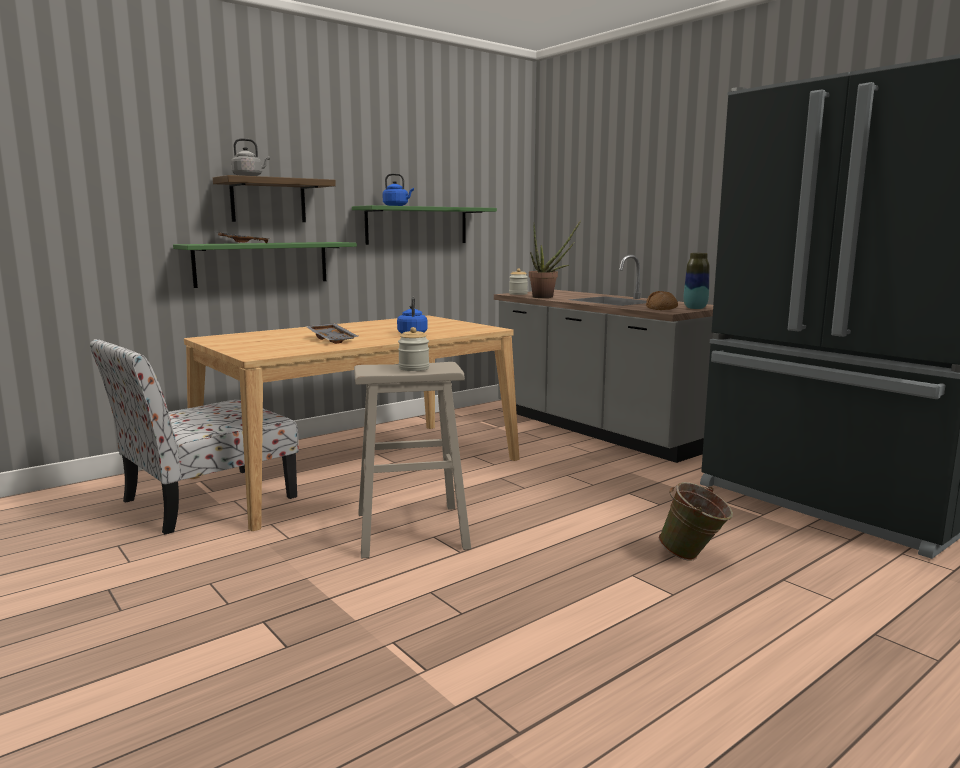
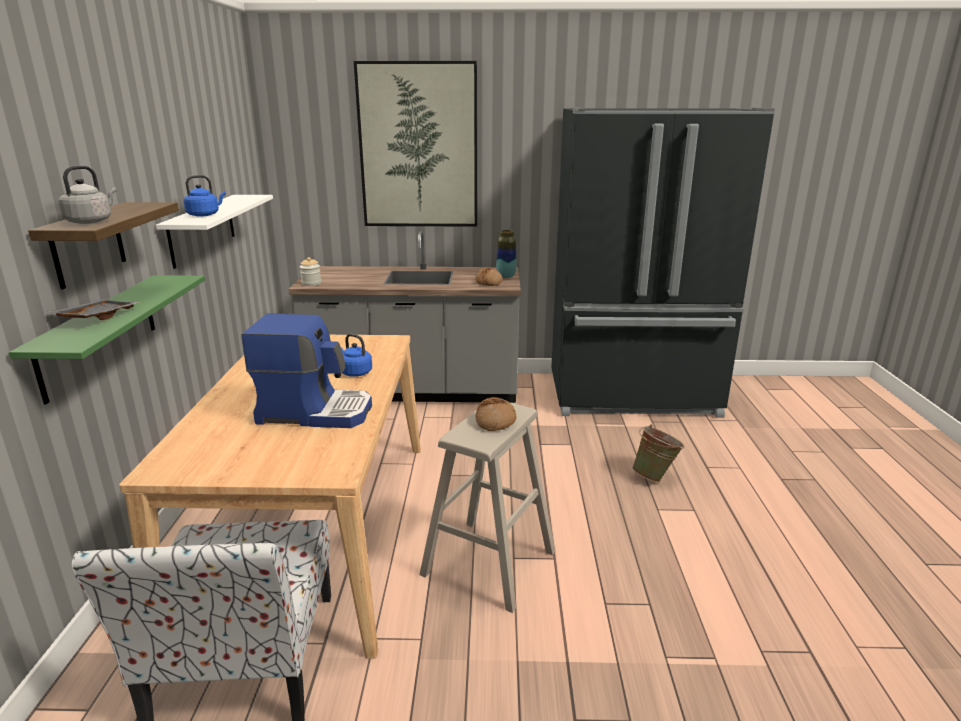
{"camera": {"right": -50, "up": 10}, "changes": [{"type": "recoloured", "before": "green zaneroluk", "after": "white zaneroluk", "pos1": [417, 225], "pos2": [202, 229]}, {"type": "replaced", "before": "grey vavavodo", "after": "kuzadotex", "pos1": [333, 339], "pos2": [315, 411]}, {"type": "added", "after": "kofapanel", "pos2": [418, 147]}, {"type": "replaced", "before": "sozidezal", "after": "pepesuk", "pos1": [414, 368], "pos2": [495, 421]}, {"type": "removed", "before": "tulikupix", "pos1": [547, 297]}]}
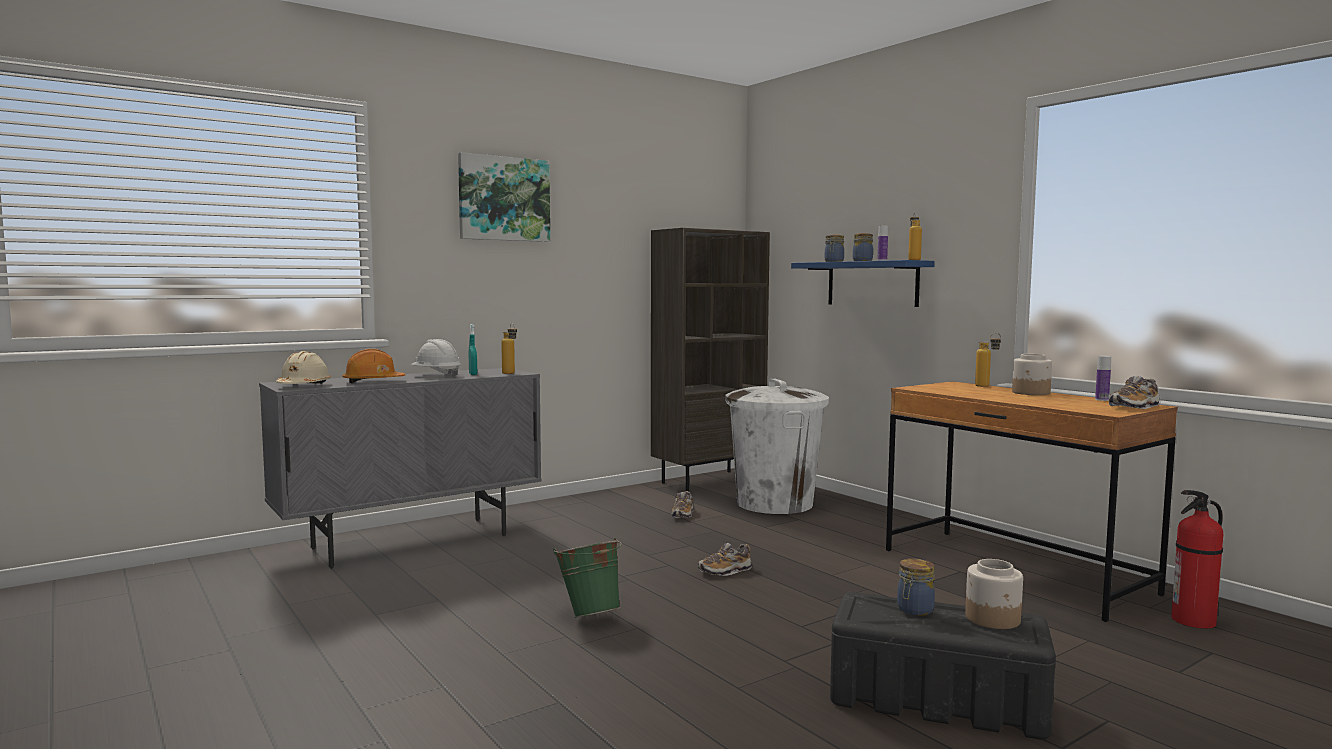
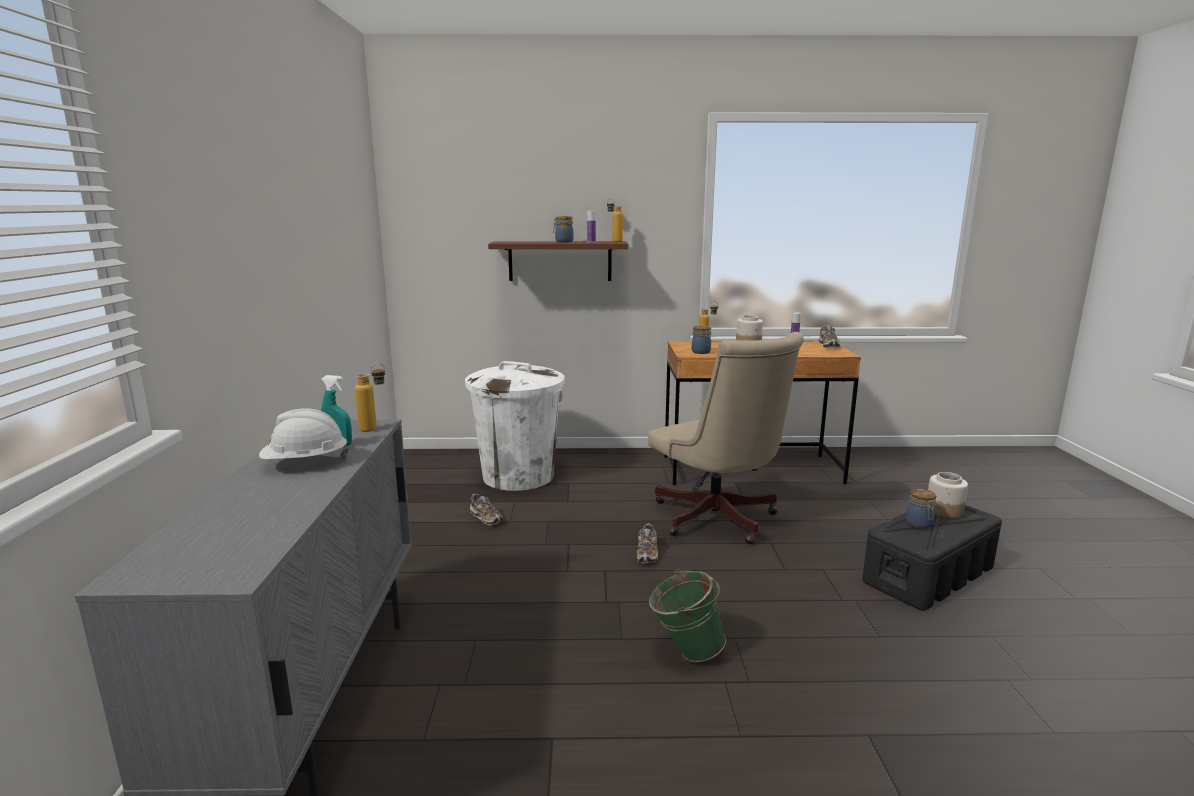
{"camera": {"right": -55, "up": 10}, "changes": [{"type": "recoloured", "before": "blue zaneroluk", "after": "brown zaneroluk", "pos1": [872, 283], "pos2": [560, 261]}, {"type": "added", "after": "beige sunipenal", "pos2": [718, 521]}, {"type": "moved", "before": "sozidezal", "pos1": [833, 261], "pos2": [701, 352]}, {"type": "removed", "before": "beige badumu", "pos1": [304, 386]}, {"type": "removed", "before": "orange badumu", "pos1": [373, 382]}, {"type": "removed", "before": "kofapanel", "pos1": [504, 199]}, {"type": "removed", "before": "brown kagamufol", "pos1": [708, 480]}, {"type": "removed", "before": "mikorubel", "pos1": [1193, 621]}]}
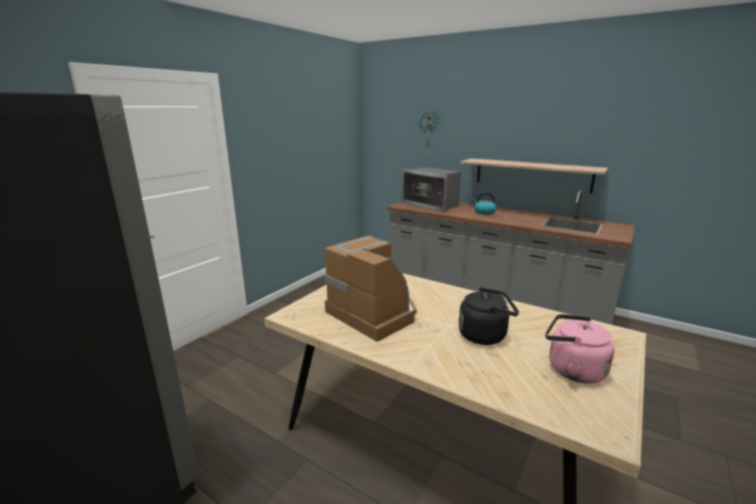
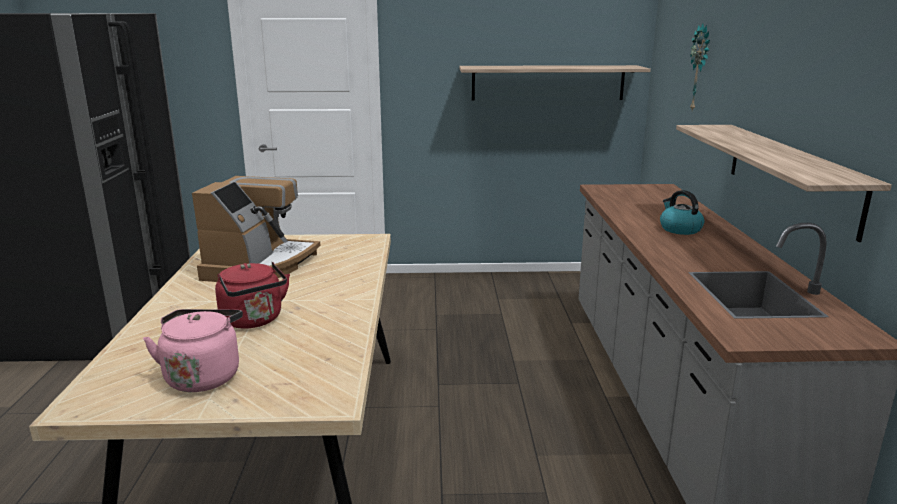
{"camera": {"right": 55, "up": 0}, "changes": [{"type": "recoloured", "before": "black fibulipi", "after": "red fibulipi", "pos1": [485, 335], "pos2": [254, 321]}, {"type": "added", "after": "zaneroluk", "pos2": [548, 82]}, {"type": "removed", "before": "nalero", "pos1": [431, 205]}]}
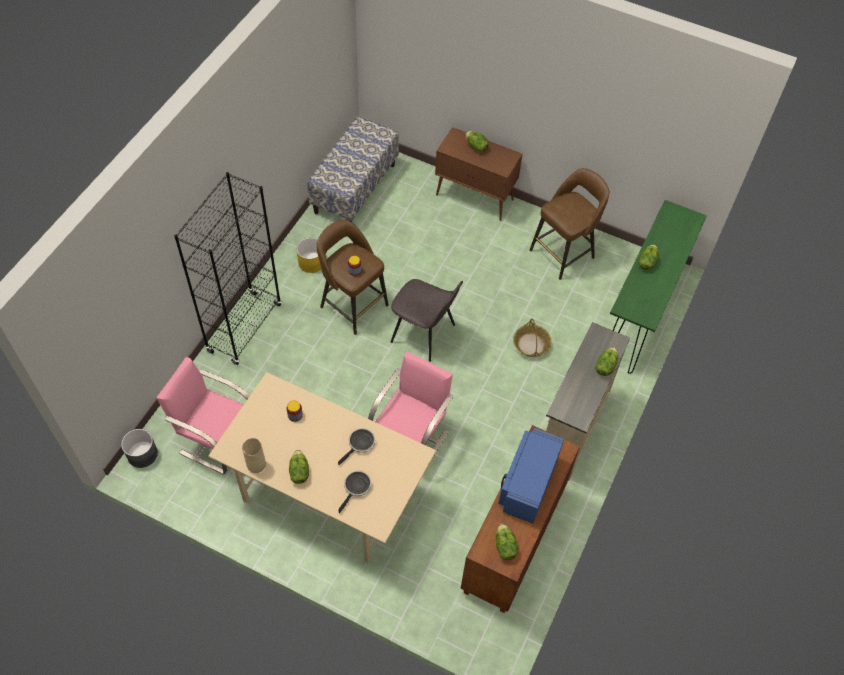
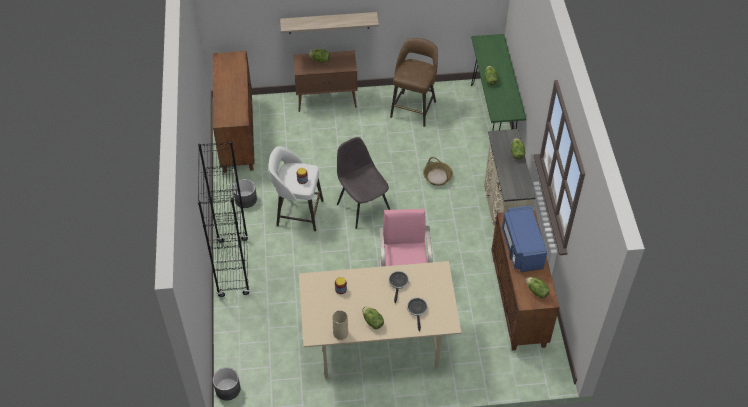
{"camera": {"right": -30, "up": -5}, "changes": [{"type": "replaced", "before": "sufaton", "after": "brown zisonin", "pos1": [354, 188], "pos2": [237, 134]}, {"type": "recoloured", "before": "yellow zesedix", "after": "grey zesedix", "pos1": [311, 262], "pos2": [245, 199]}, {"type": "recoloured", "before": "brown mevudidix", "after": "white mevudidix", "pos1": [352, 305], "pos2": [298, 212]}, {"type": "added", "after": "zaneroluk", "pos2": [329, 22]}, {"type": "turned", "before": "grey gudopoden", "pos1": [424, 334], "pos2": [362, 206], "turn": -120}, {"type": "removed", "before": "pink gudopoden", "pos1": [217, 438]}]}
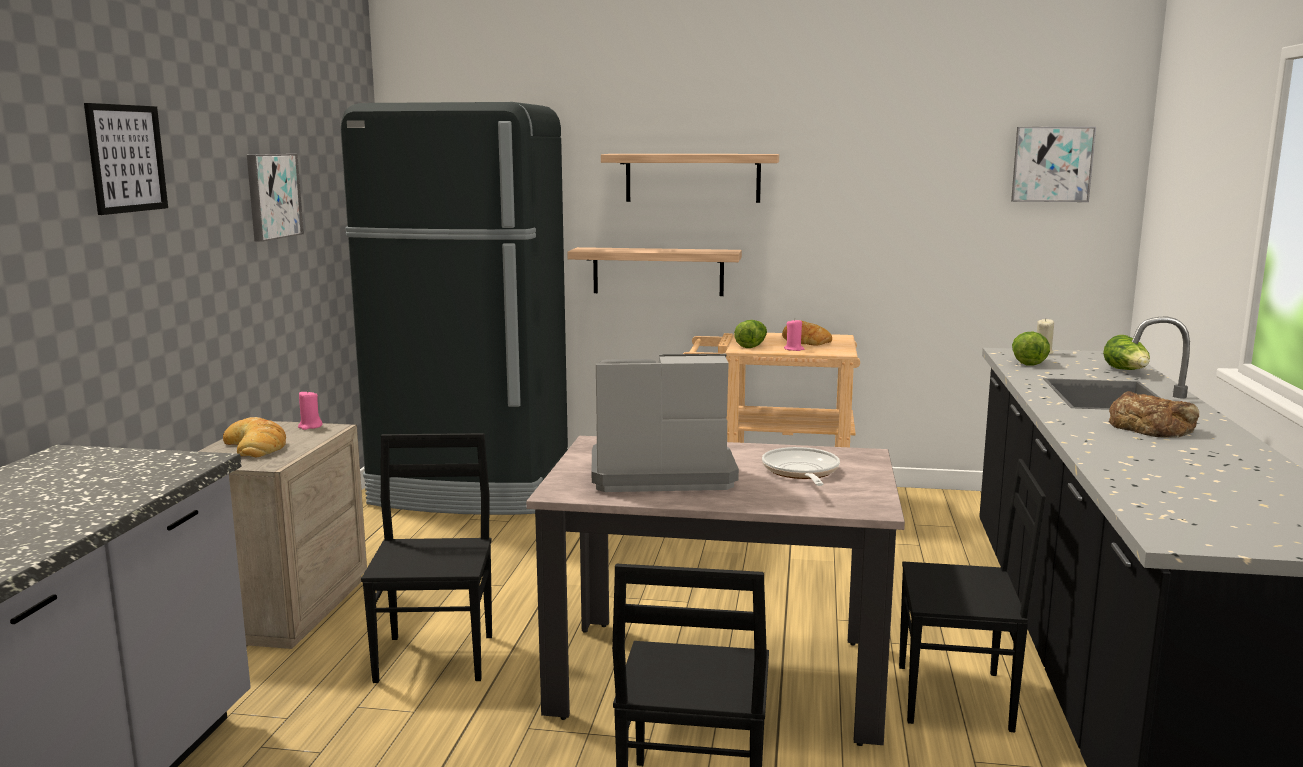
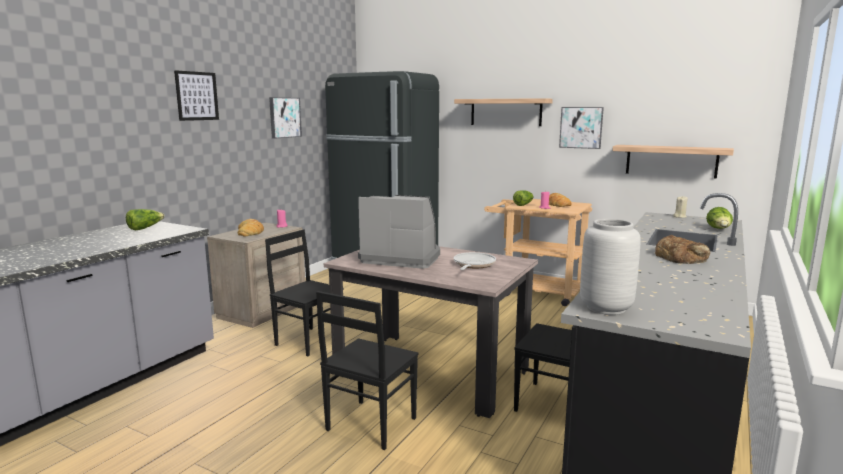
{"camera": {"right": 20, "up": 0}, "changes": [{"type": "moved", "before": "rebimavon", "pos1": [1027, 362], "pos2": [145, 228]}, {"type": "turned", "before": "black gudopoden", "pos1": [437, 657], "pos2": [309, 341], "turn": -75}, {"type": "moved", "before": "kofapanel", "pos1": [1052, 164], "pos2": [581, 127]}, {"type": "added", "after": "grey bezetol", "pos2": [604, 308]}, {"type": "moved", "before": "zaneroluk", "pos1": [658, 271], "pos2": [671, 161]}]}
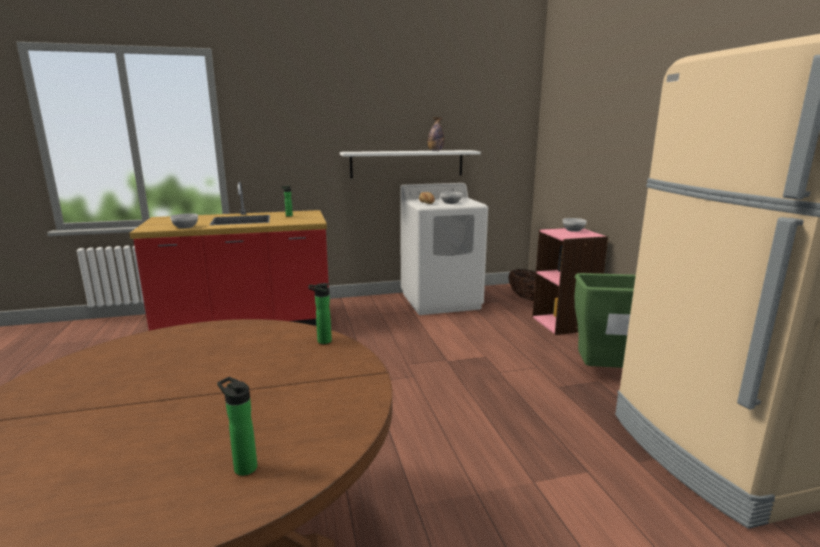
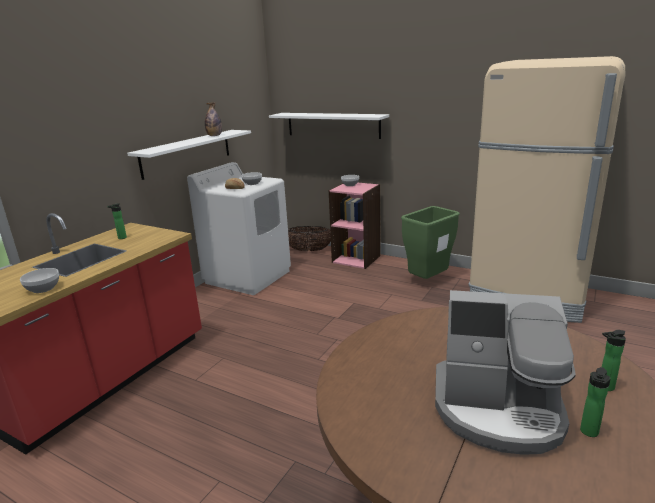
{"camera": {"right": -45, "up": 5}, "changes": [{"type": "added", "after": "white zaneroluk", "pos2": [332, 125]}, {"type": "added", "after": "kuzadotex", "pos2": [498, 409]}, {"type": "moved", "before": "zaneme", "pos1": [322, 341], "pos2": [588, 433]}]}
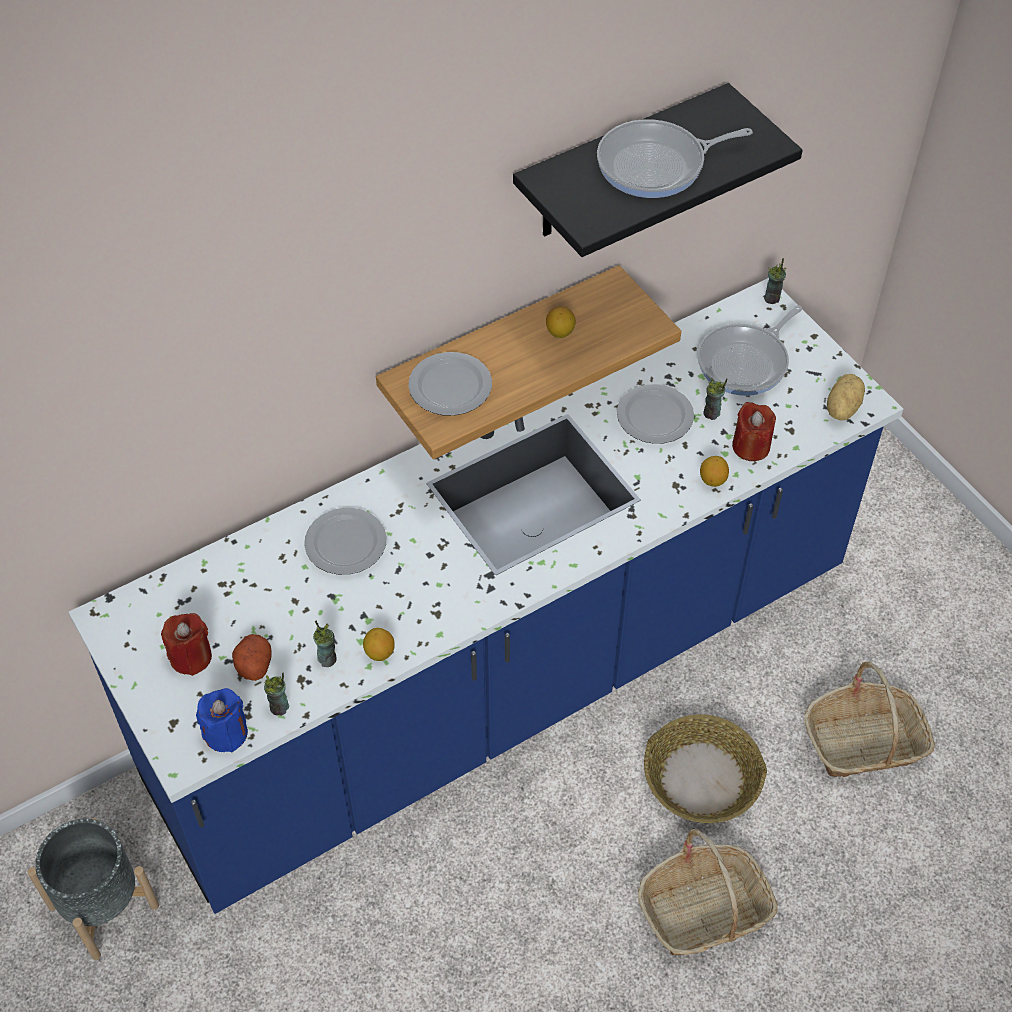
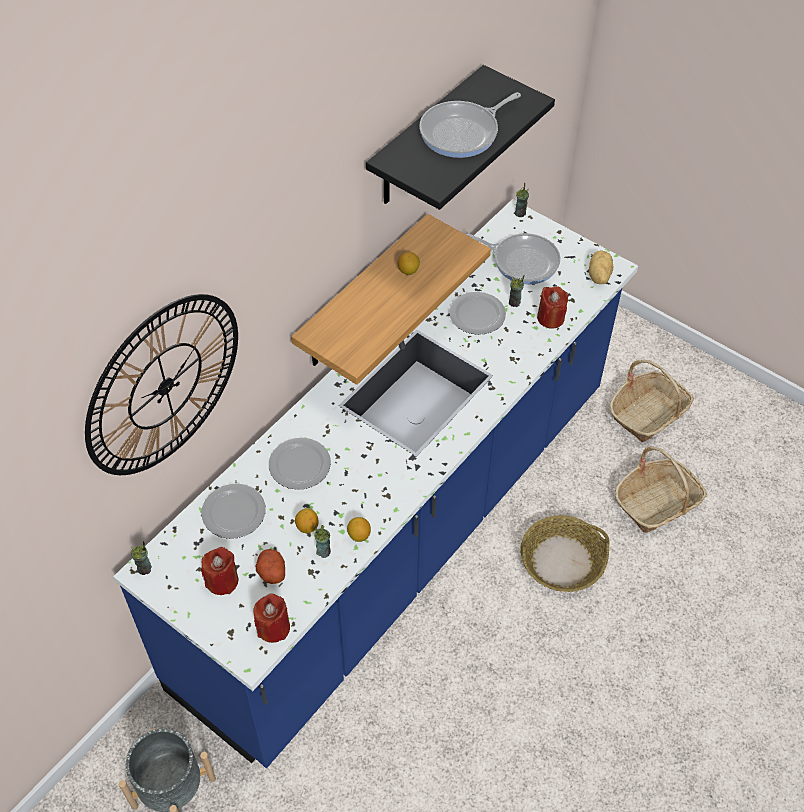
{"camera": {"right": -20, "up": 0}, "changes": [{"type": "added", "after": "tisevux", "pos2": [164, 386]}, {"type": "moved", "before": "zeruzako", "pos1": [279, 707], "pos2": [145, 569]}, {"type": "moved", "before": "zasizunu", "pos1": [448, 387], "pos2": [233, 513]}, {"type": "recoloured", "before": "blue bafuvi", "after": "red bafuvi", "pos1": [226, 733], "pos2": [273, 627]}, {"type": "moved", "before": "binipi", "pos1": [712, 480], "pos2": [307, 527]}, {"type": "turned", "before": "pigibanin", "pos1": [746, 362], "pos2": [522, 261], "turn": -90}, {"type": "moved", "before": "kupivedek", "pos1": [704, 910], "pos2": [648, 413]}]}
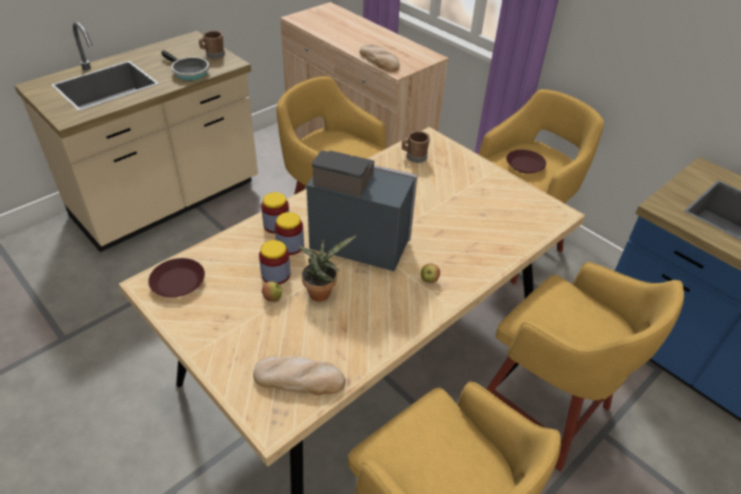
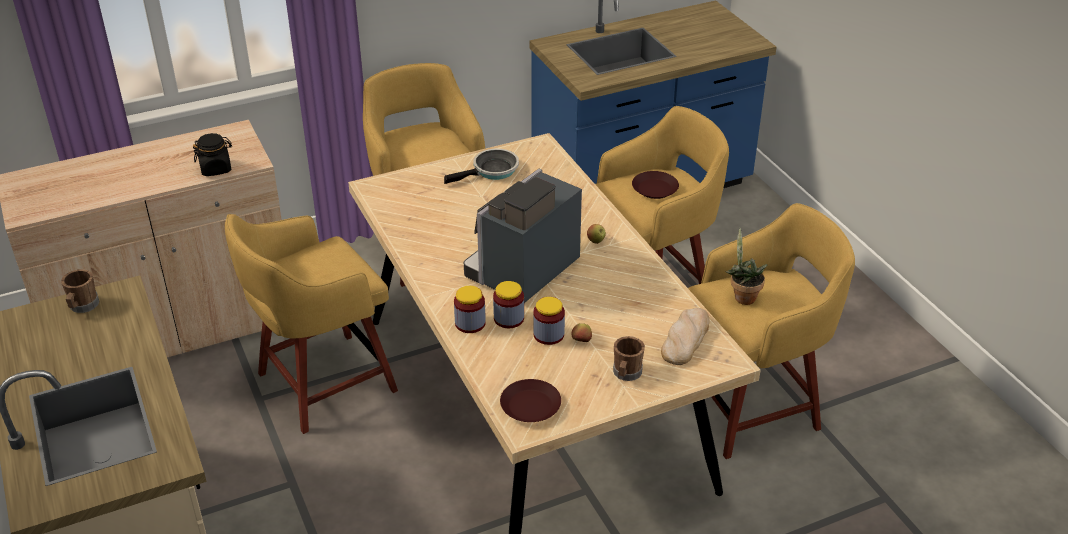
{"camera": {"right": -70, "up": -5}, "changes": [{"type": "replaced", "before": "pepesuk", "after": "black sozidezal", "pos1": [380, 60], "pos2": [216, 169]}, {"type": "moved", "before": "pigibanin", "pos1": [188, 72], "pos2": [492, 171]}, {"type": "moved", "before": "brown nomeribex", "pos1": [414, 157], "pos2": [626, 374]}, {"type": "moved", "before": "brown zasizunu", "pos1": [525, 165], "pos2": [655, 189]}, {"type": "moved", "before": "tulikupix", "pos1": [321, 291], "pos2": [742, 296]}]}
